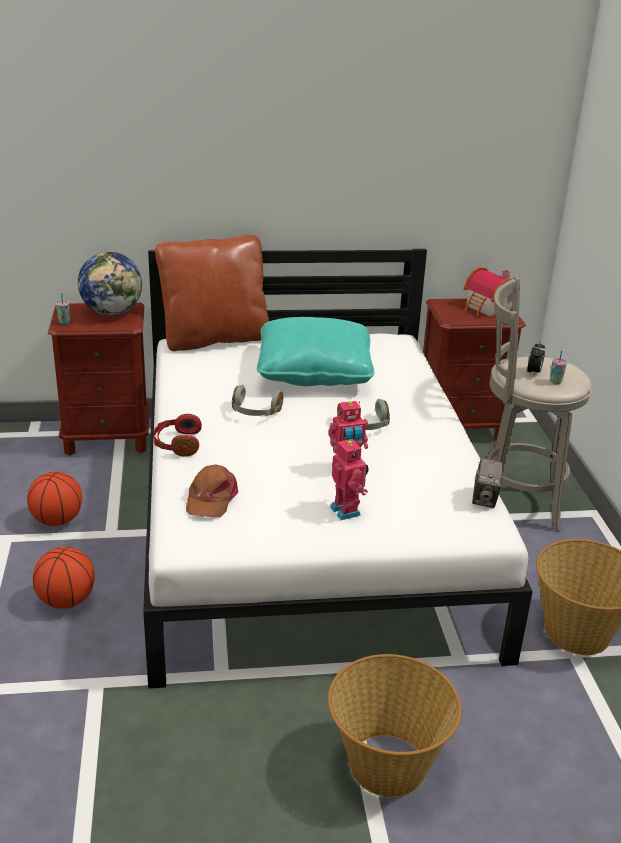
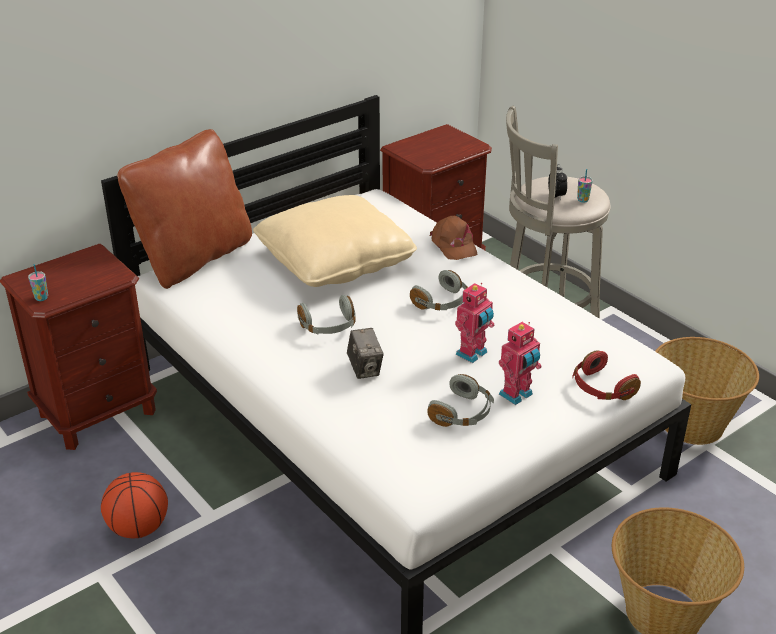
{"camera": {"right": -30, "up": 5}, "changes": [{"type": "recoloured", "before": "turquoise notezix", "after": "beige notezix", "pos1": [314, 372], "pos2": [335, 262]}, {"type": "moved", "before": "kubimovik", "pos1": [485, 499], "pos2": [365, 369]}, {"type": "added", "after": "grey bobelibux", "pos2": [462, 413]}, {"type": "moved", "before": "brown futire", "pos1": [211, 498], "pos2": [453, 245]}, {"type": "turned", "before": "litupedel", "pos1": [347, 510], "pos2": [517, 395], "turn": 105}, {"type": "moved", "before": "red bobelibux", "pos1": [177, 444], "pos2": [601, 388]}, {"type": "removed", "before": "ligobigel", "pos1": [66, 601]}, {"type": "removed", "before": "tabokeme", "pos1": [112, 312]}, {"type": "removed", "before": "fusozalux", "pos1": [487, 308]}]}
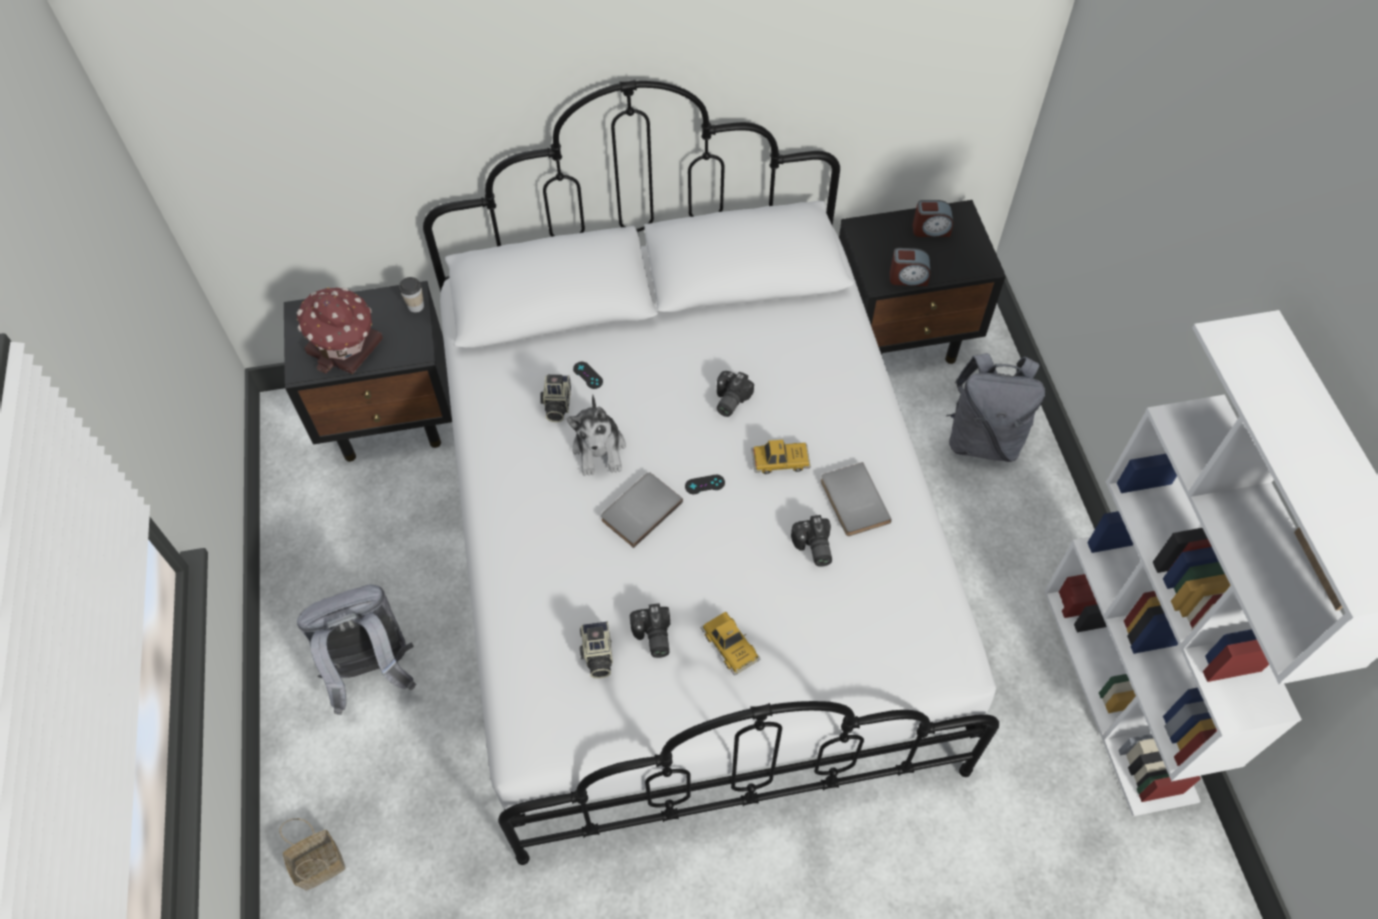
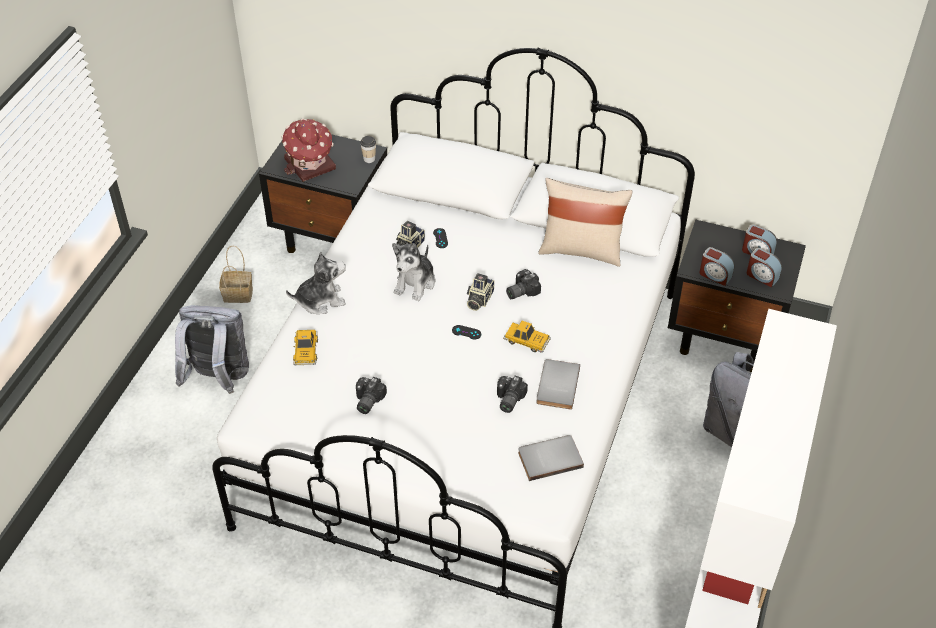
{"camera": {"right": 30, "up": -10}, "changes": [{"type": "moved", "before": "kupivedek", "pos1": [321, 863], "pos2": [239, 294]}, {"type": "added", "after": "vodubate", "pos2": [320, 300]}, {"type": "moved", "before": "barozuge", "pos1": [730, 645], "pos2": [306, 351]}, {"type": "moved", "before": "kubimovik", "pos1": [597, 655], "pos2": [478, 299]}, {"type": "moved", "before": "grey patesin", "pos1": [639, 509], "pos2": [549, 458]}, {"type": "added", "after": "beige notezix", "pos2": [581, 249]}, {"type": "added", "after": "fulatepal", "pos2": [762, 276]}]}
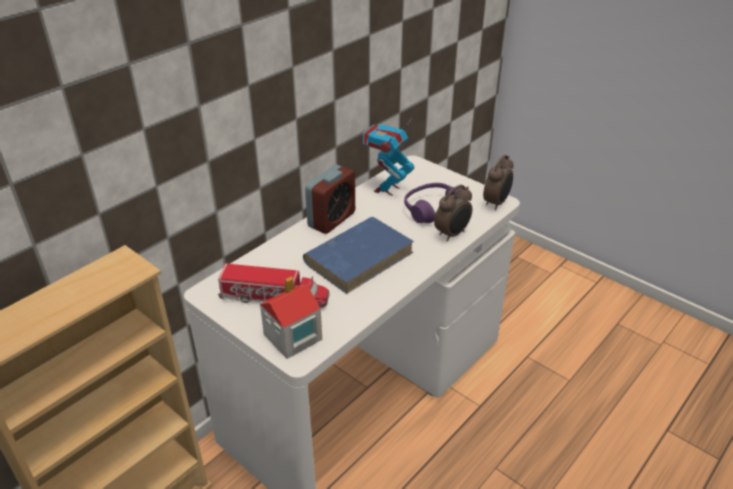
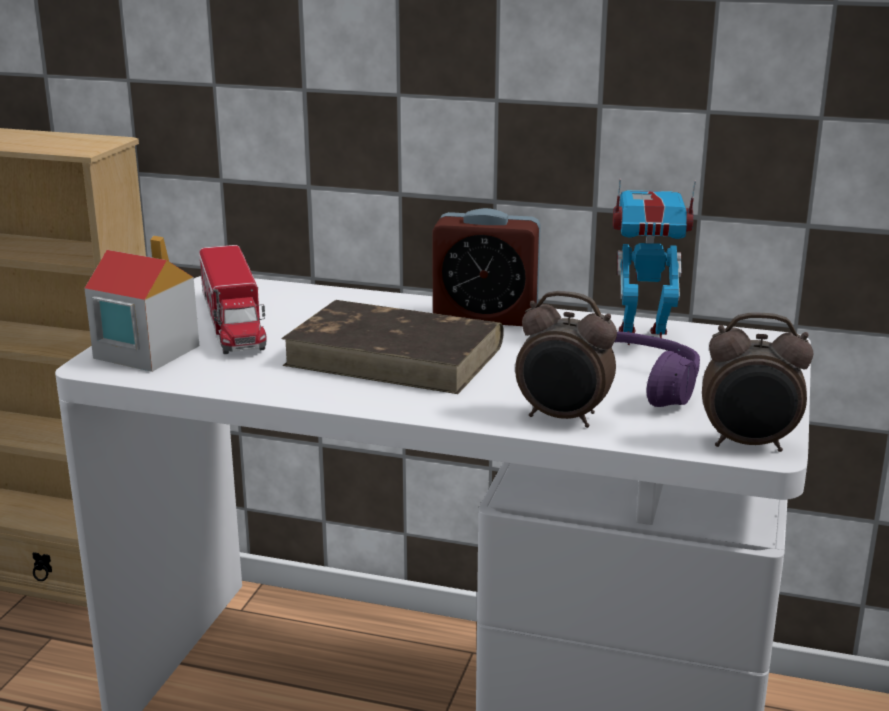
{"camera": {"right": 65, "up": -15}, "changes": [{"type": "recoloured", "before": "blue patesin", "after": "brown patesin", "pos1": [359, 257], "pos2": [397, 355]}]}
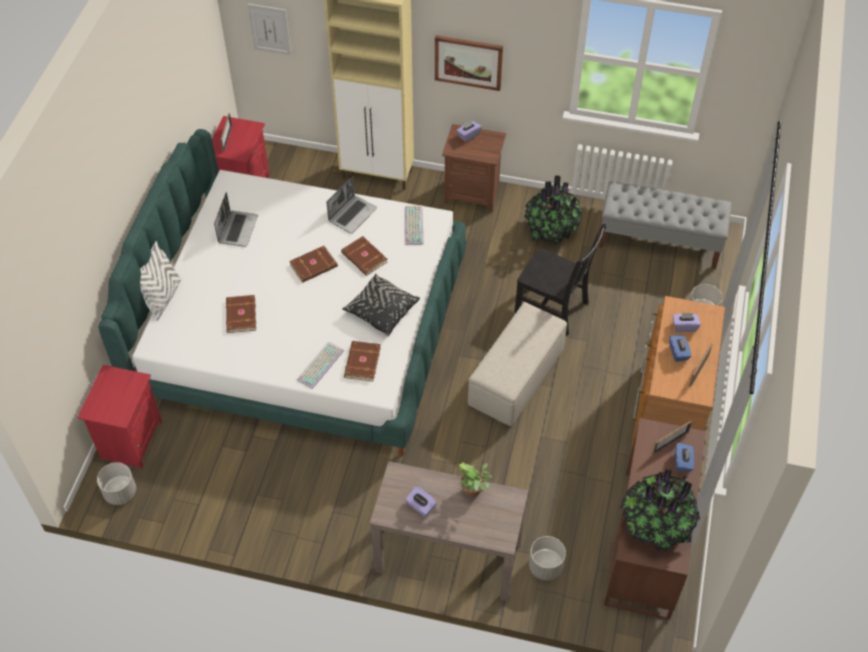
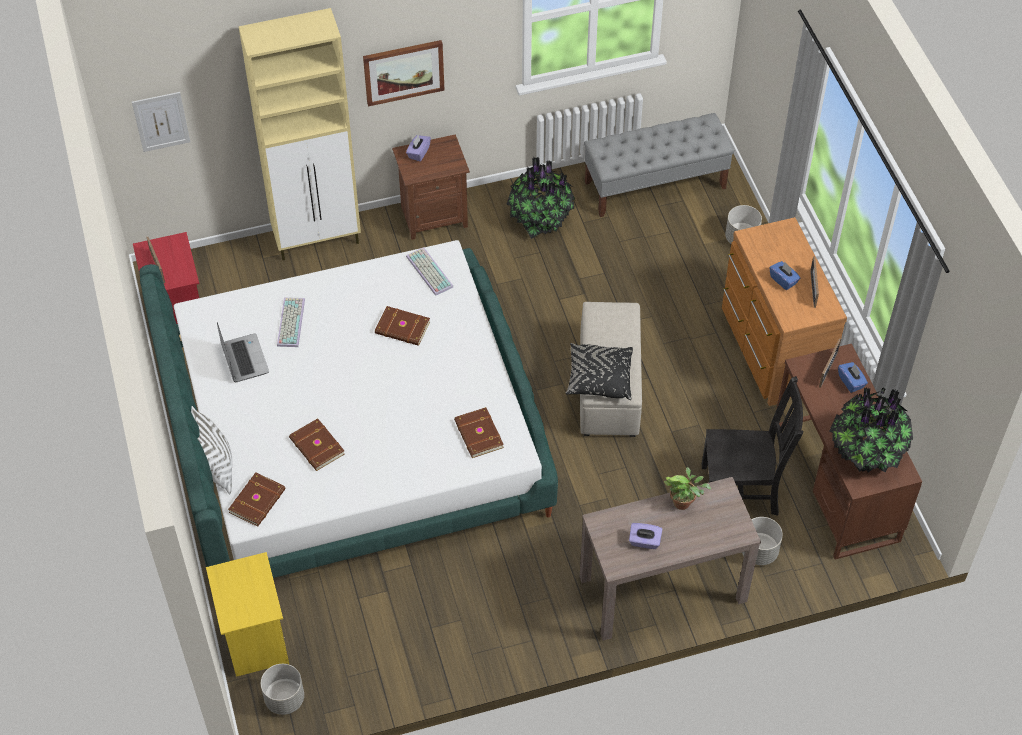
{"camera": {"right": -30, "up": 0}, "changes": [{"type": "recoloured", "before": "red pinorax", "after": "yellow pinorax", "pos1": [130, 440], "pos2": [254, 641]}, {"type": "moved", "before": "brown patesin", "pos1": [314, 266], "pos2": [258, 501]}, {"type": "moved", "before": "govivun", "pos1": [320, 364], "pos2": [290, 322]}, {"type": "moved", "before": "black notezix", "pos1": [381, 311], "pos2": [599, 378]}, {"type": "moved", "before": "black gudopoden", "pos1": [554, 308], "pos2": [743, 489]}, {"type": "removed", "before": "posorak", "pos1": [352, 214]}, {"type": "removed", "before": "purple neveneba", "pos1": [684, 326]}]}
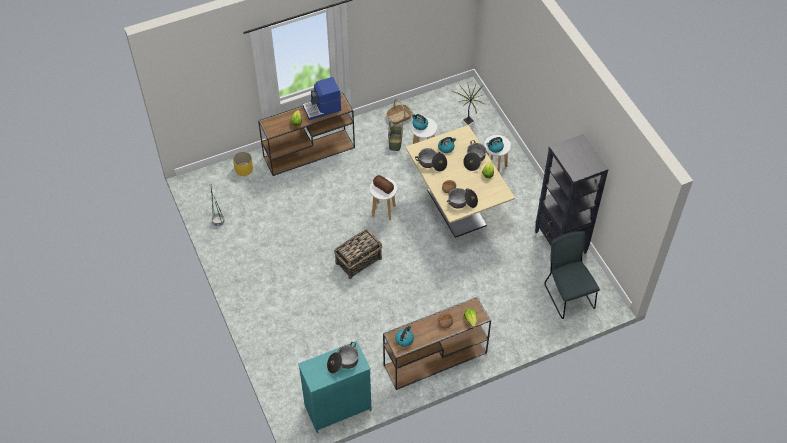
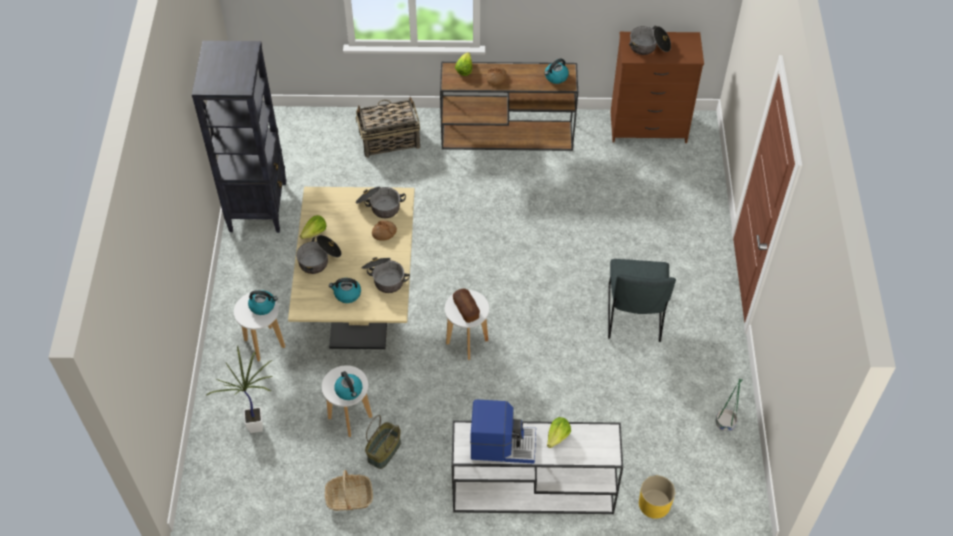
{"camera": {"right": -155, "up": 0}, "changes": [{"type": "moved", "before": "kupivedek", "pos1": [359, 261], "pos2": [389, 140]}, {"type": "recoloured", "before": "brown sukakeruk", "after": "white sukakeruk", "pos1": [310, 152], "pos2": [531, 491]}, {"type": "moved", "before": "grey gudopoden", "pos1": [567, 294], "pos2": [634, 317]}, {"type": "recoloured", "before": "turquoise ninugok", "after": "brown ninugok", "pos1": [337, 407], "pos2": [648, 128]}]}
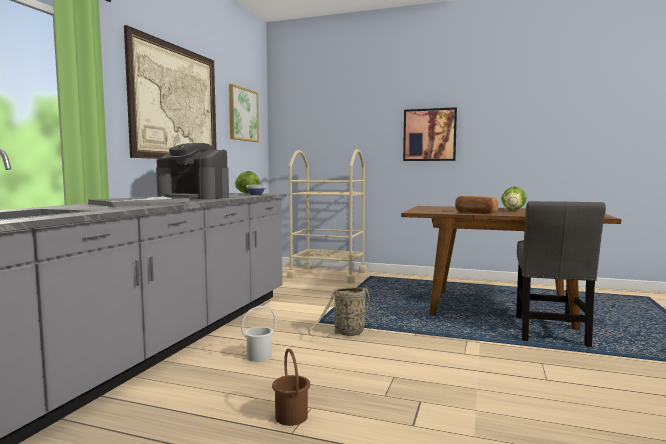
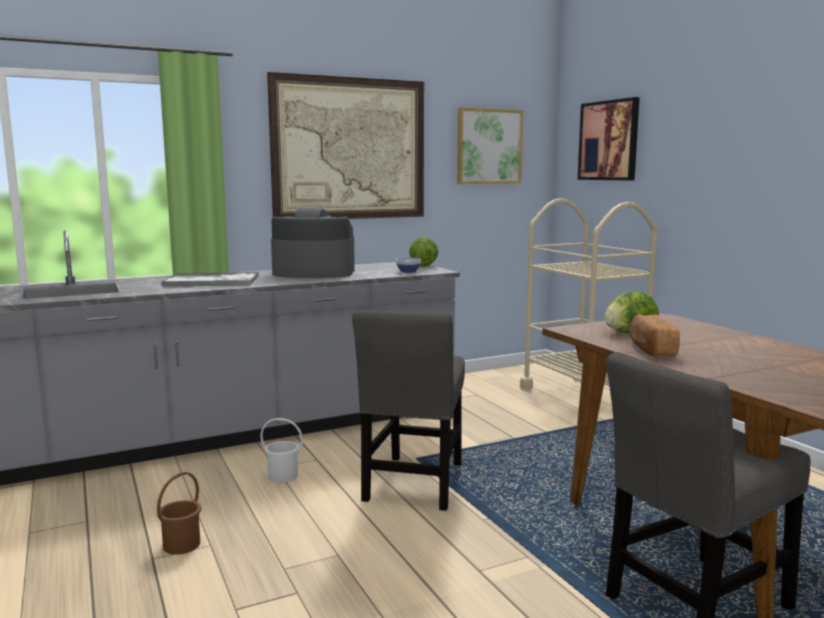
{"camera": {"right": 45, "up": 5}, "changes": [{"type": "turned", "before": "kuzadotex", "pos1": [194, 197], "pos2": [313, 273], "turn": 120}, {"type": "replaced", "before": "kupivedek", "after": "grey gudopoden", "pos1": [347, 333], "pos2": [414, 485]}, {"type": "moved", "before": "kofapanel", "pos1": [429, 135], "pos2": [609, 140]}, {"type": "moved", "before": "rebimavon", "pos1": [513, 210], "pos2": [629, 333]}]}
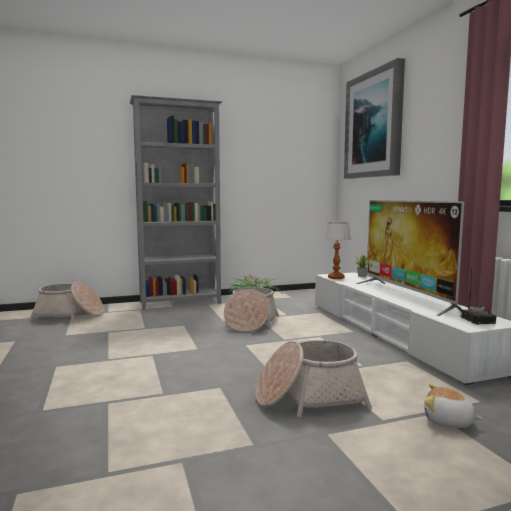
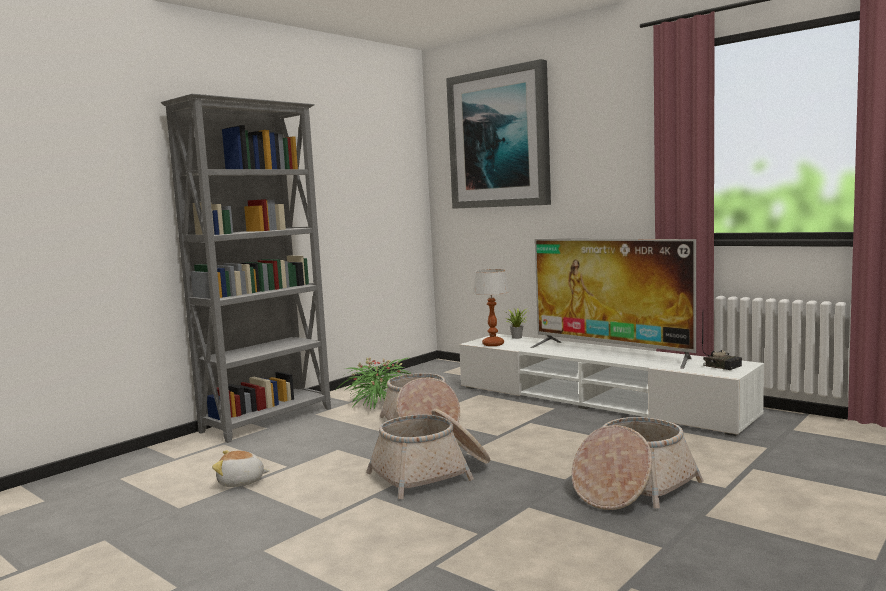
{"camera": {"right": -30, "up": 0}, "changes": [{"type": "moved", "before": "vodubate", "pos1": [448, 422], "pos2": [241, 482]}, {"type": "moved", "before": "kupivedek", "pos1": [69, 315], "pos2": [432, 473]}]}
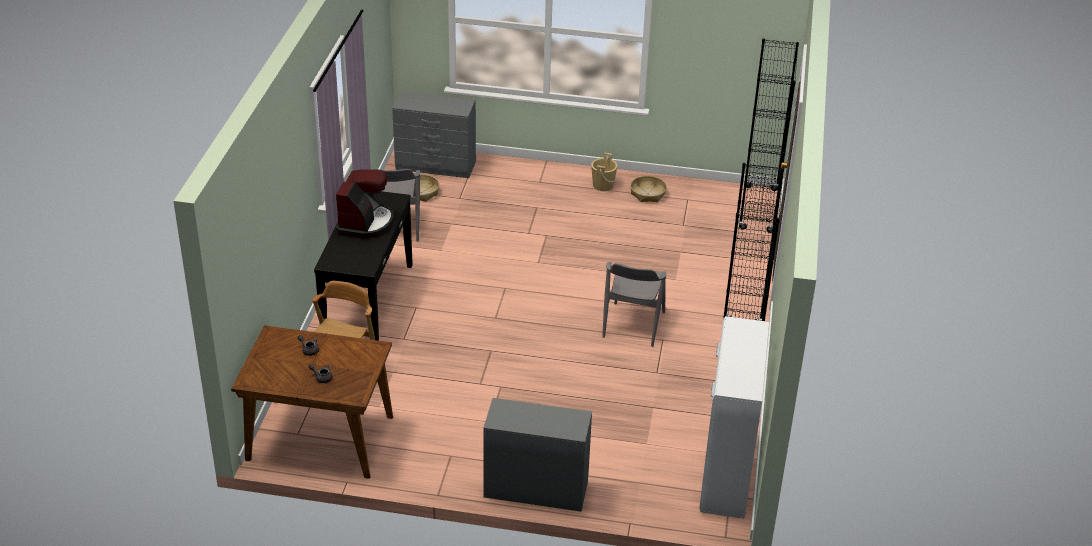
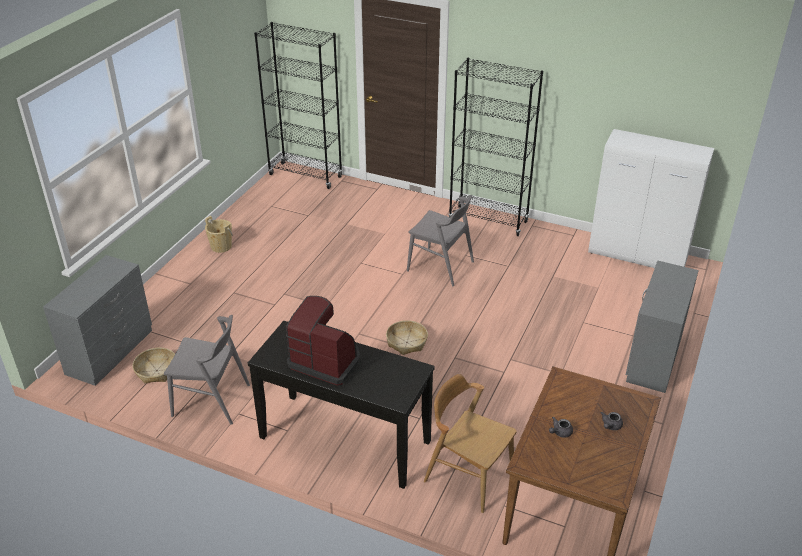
{"camera": {"right": -75, "up": 0}, "changes": [{"type": "moved", "before": "kupivedek", "pos1": [648, 194], "pos2": [407, 342]}]}
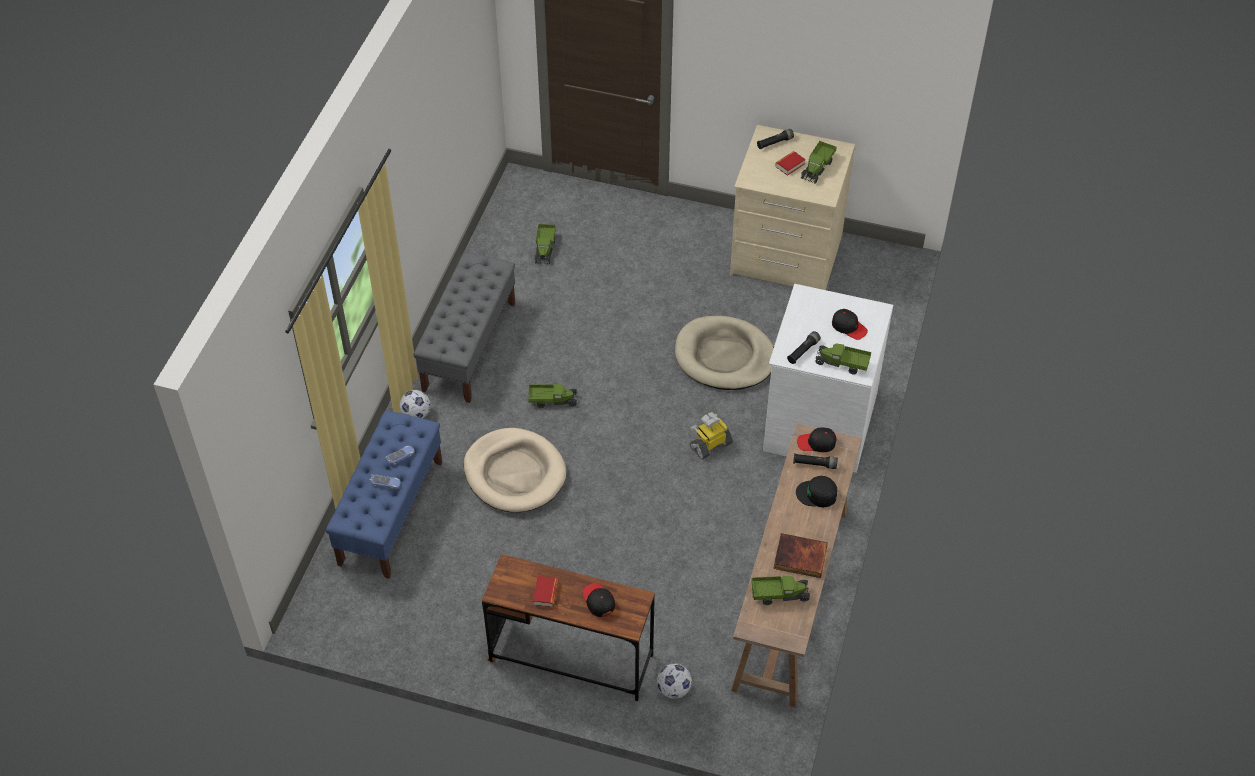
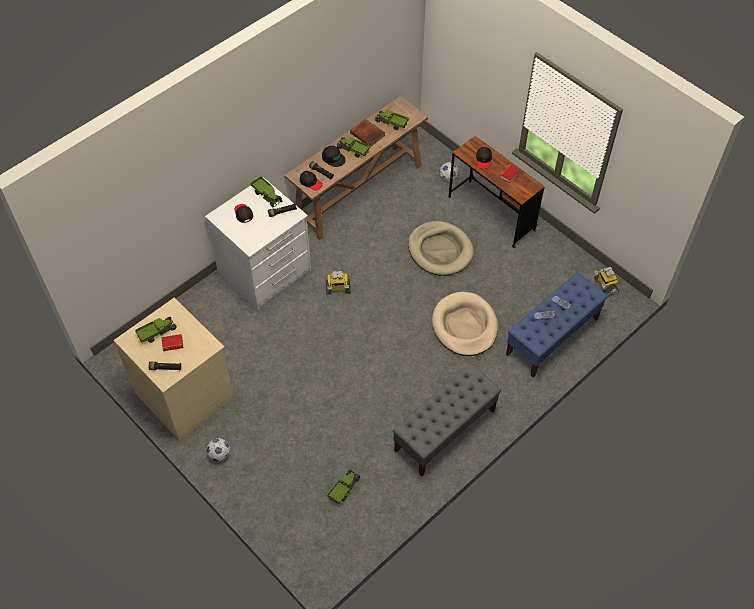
{"camera": {"right": -150, "up": 5}, "changes": [{"type": "moved", "before": "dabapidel", "pos1": [416, 414], "pos2": [219, 455]}, {"type": "moved", "before": "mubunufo", "pos1": [552, 400], "pos2": [353, 150]}, {"type": "moved", "before": "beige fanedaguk", "pos1": [724, 357], "pos2": [440, 250]}, {"type": "added", "after": "litupedel", "pos2": [605, 286]}]}
